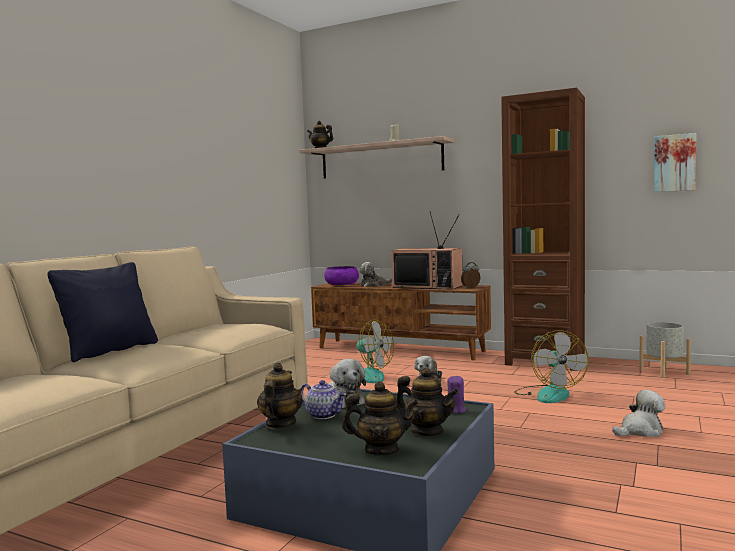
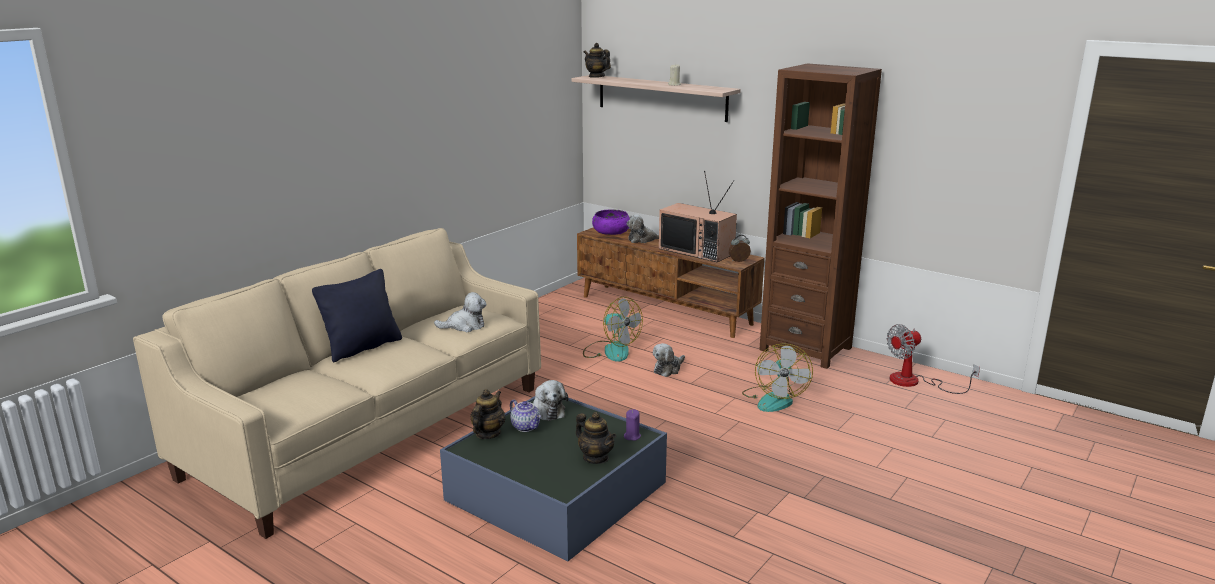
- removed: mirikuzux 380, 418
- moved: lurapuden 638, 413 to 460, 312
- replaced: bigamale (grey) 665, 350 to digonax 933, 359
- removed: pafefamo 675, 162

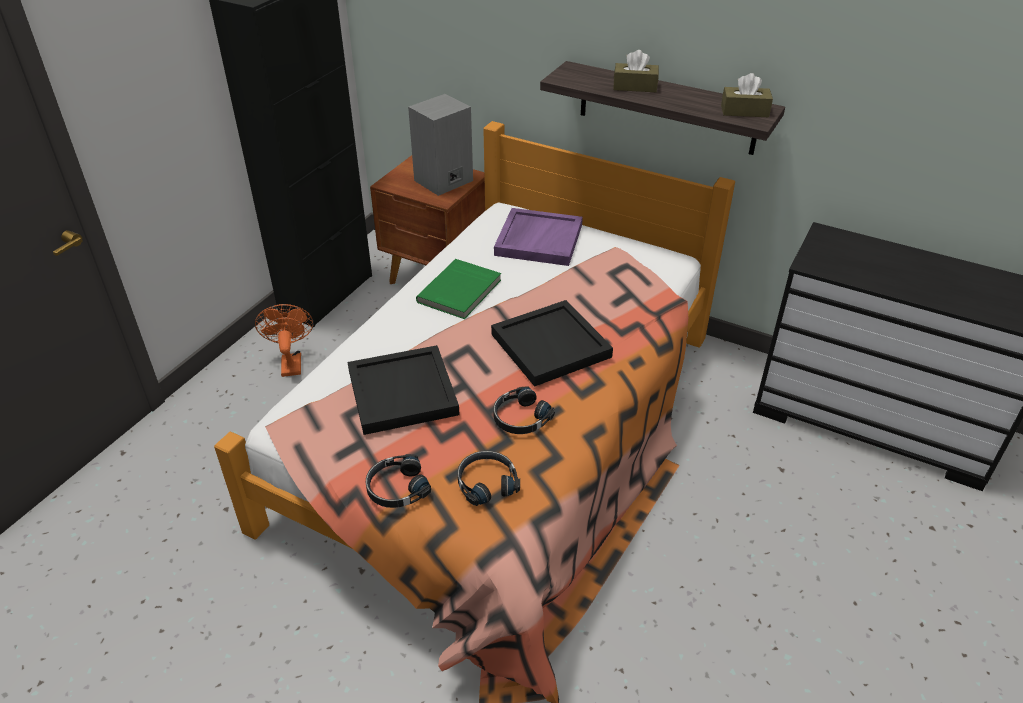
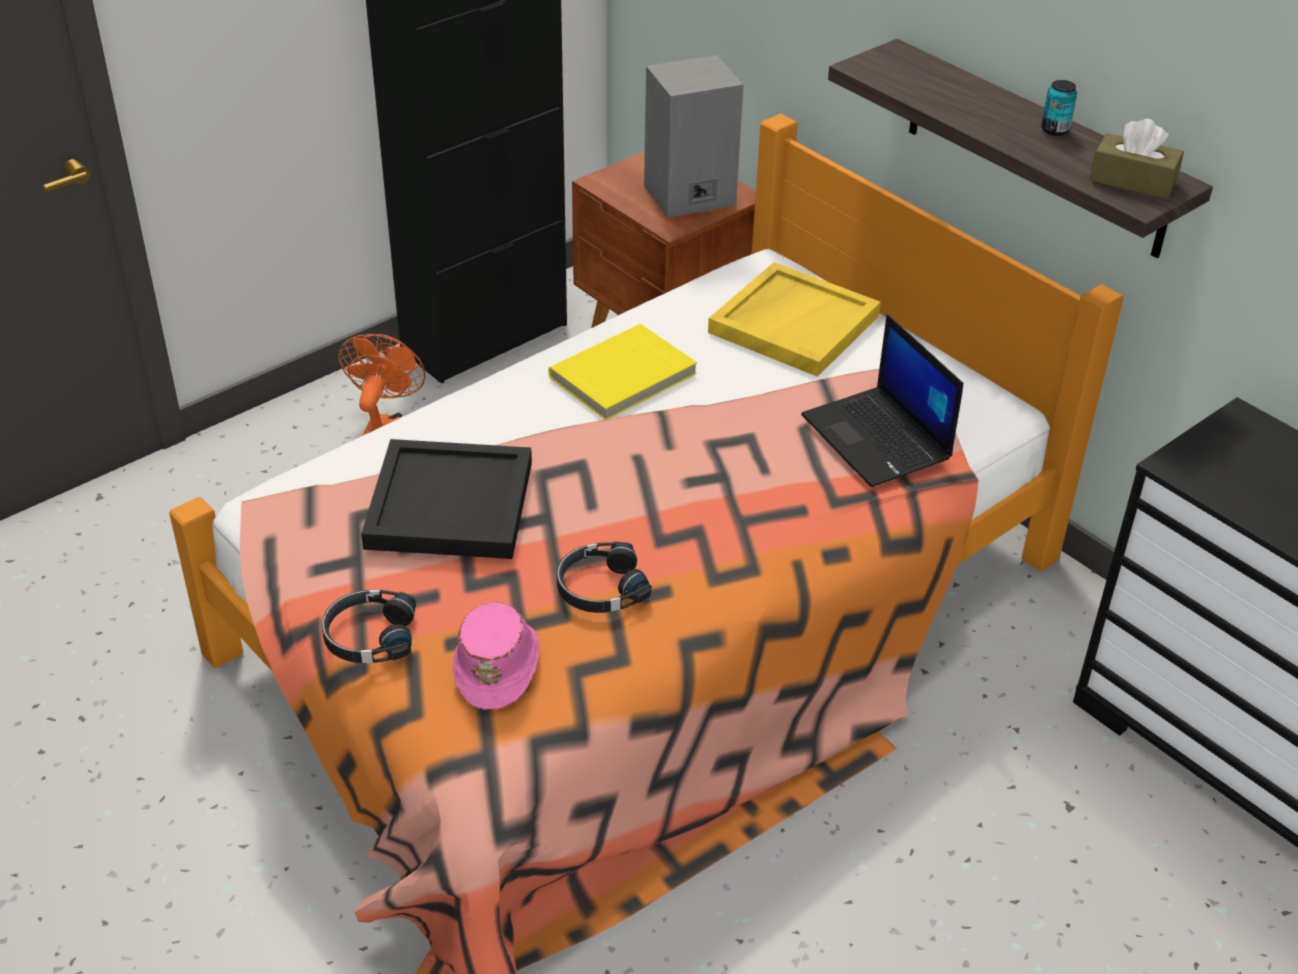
- recoloured: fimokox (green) 458, 289 to fimokox (yellow) 622, 372
- replaced: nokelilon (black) 488, 478 to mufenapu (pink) 496, 656
- removed: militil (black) 552, 343
- recoloured: militil (purple) 538, 237 to militil (yellow) 794, 319
- removed: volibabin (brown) 636, 71
- added: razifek 882, 400
- added: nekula 1059, 108

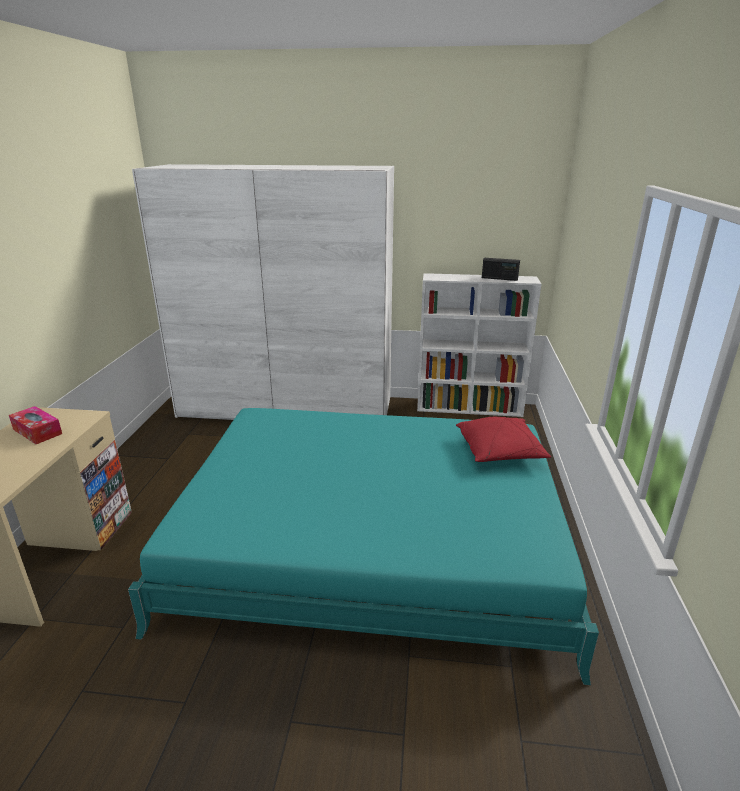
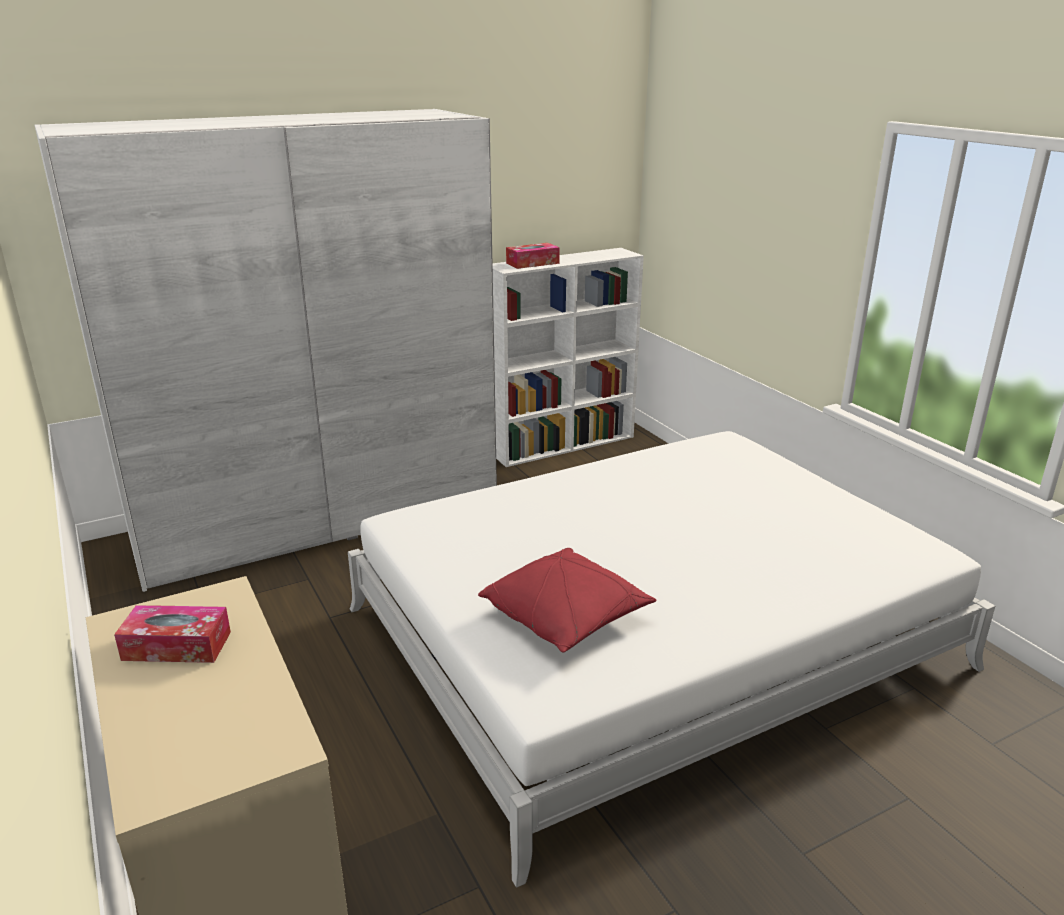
- recoloured: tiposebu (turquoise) 363, 546 to tiposebu (white) 671, 659
- moved: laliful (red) 503, 439 to 567, 600
- removed: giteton 501, 269
- added: volibabin 533, 256

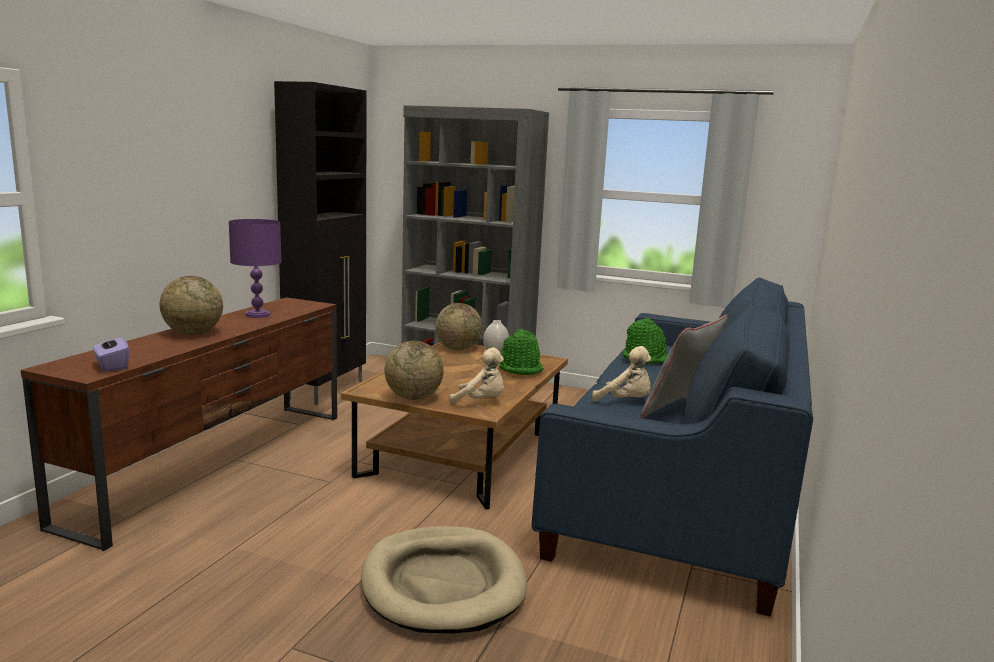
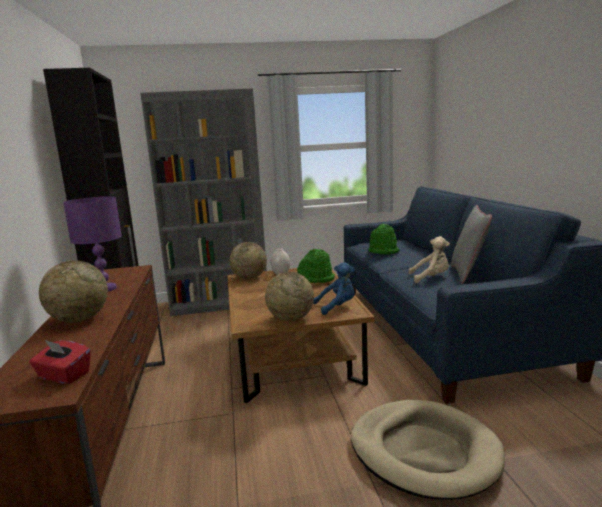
- recoloured: volibabin (purple) 110, 352 to volibabin (red) 60, 362
- recoloured: lurapuden (beige) 476, 376 to lurapuden (blue) 334, 288

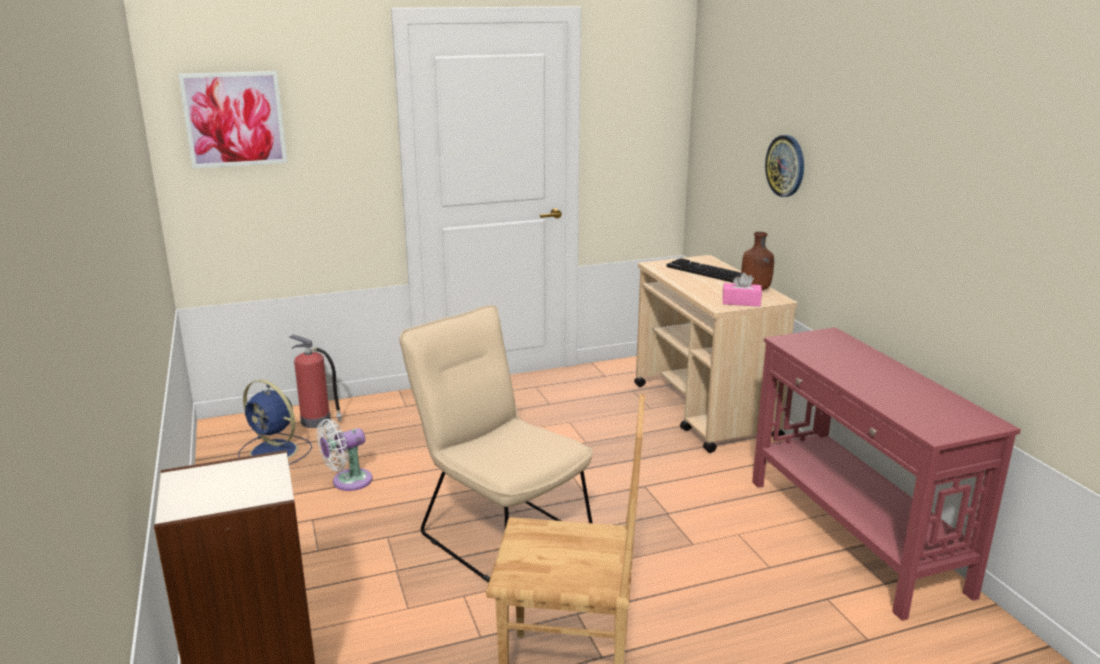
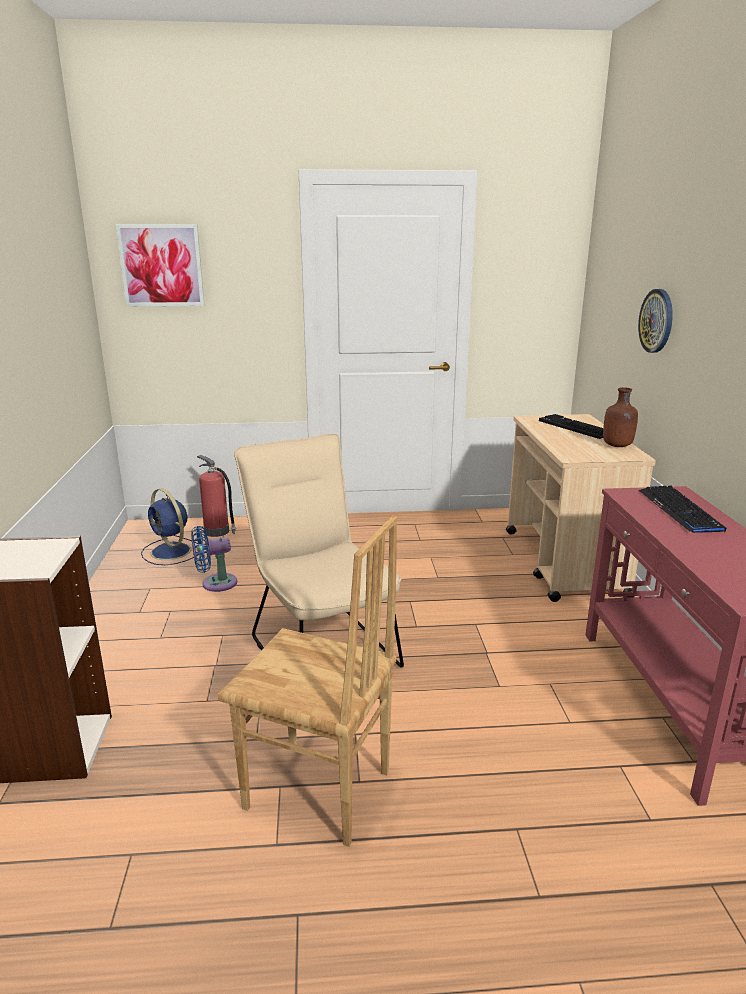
- recoloured: digonax (white) 344, 455 to digonax (blue) 214, 559
- removed: volibabin (pink) 742, 289
- added: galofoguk 682, 509

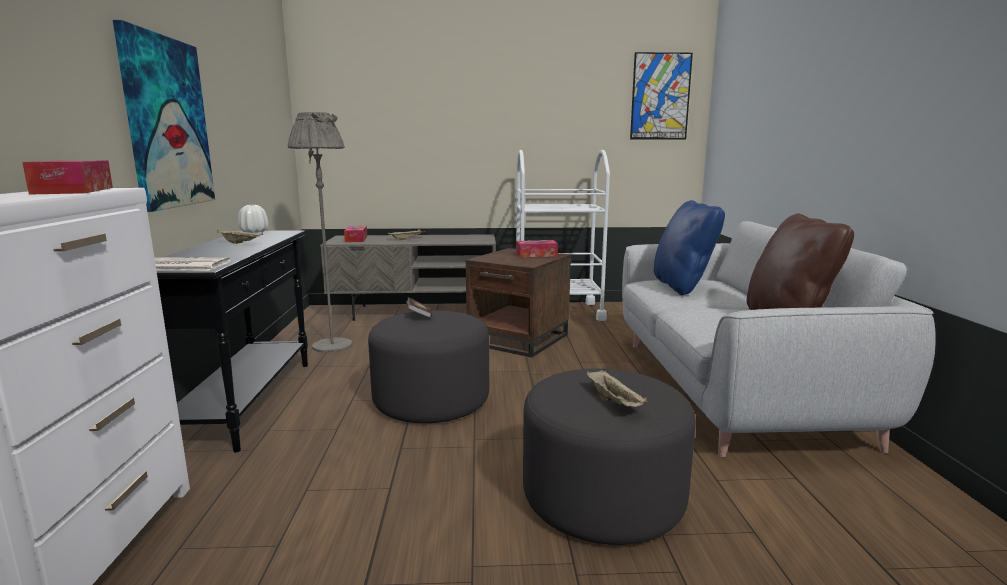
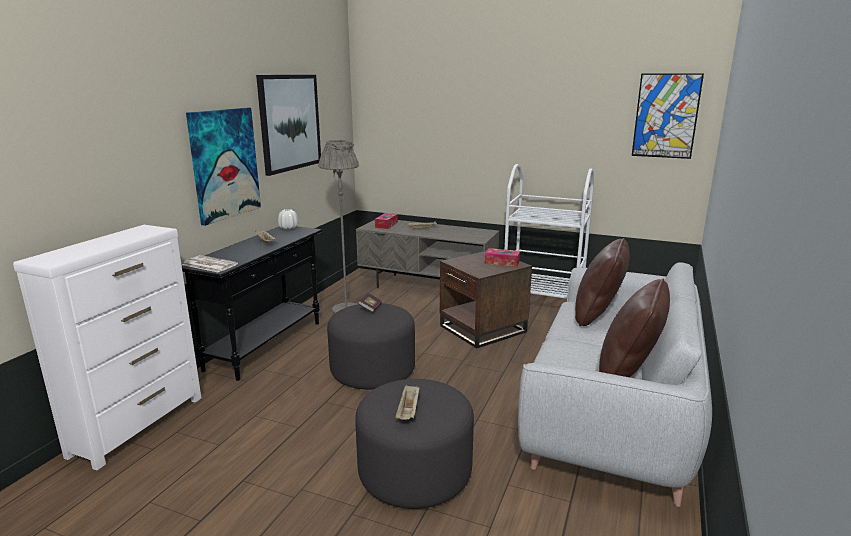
- removed: volibabin 67, 177
- recoloured: laliful (blue) 689, 247 to laliful (brown) 602, 282
- added: pafefamo 288, 125

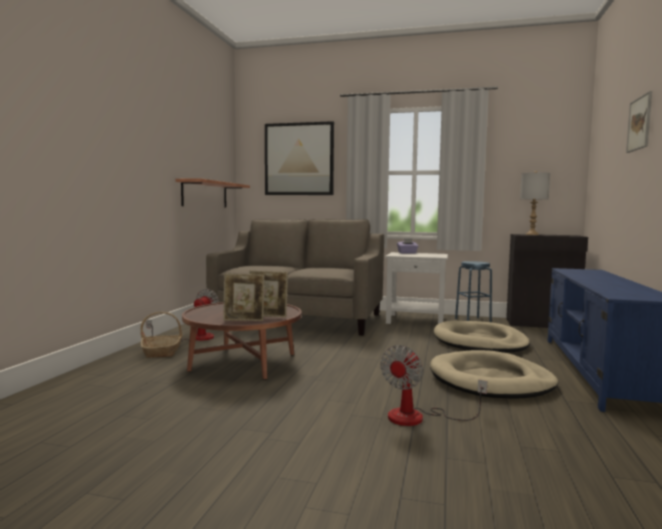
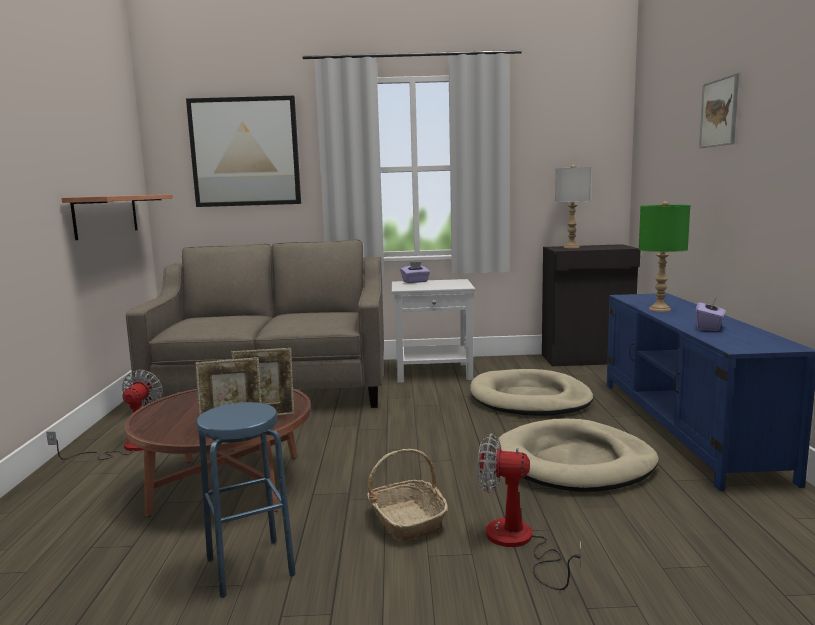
- moved: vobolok 161, 335 to 407, 495
- turned: digonax 433, 385 = 529, 511 90 degrees clockwise
- moved: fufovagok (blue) 473, 292 to 245, 500
- added: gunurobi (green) 664, 256
- added: volibabin (purple) 711, 313

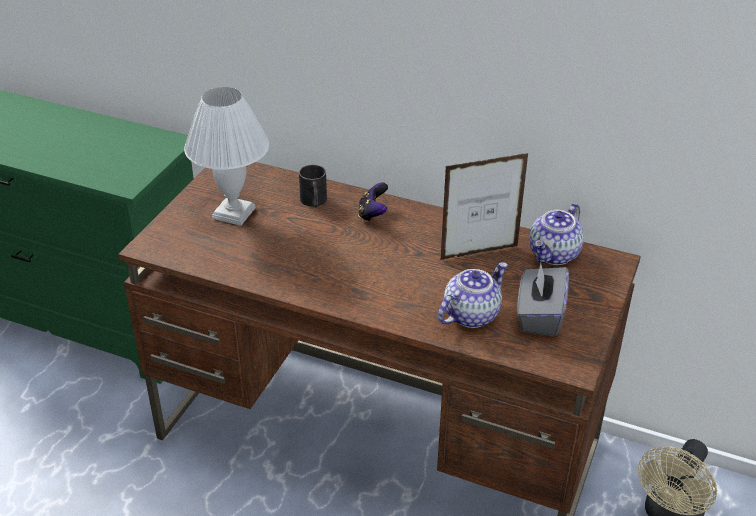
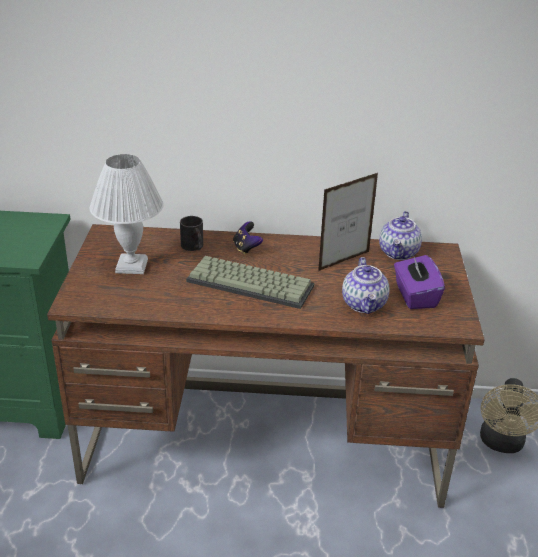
- turned: mirikuzux 473, 295 = 365, 285 150 degrees clockwise
- recoloured: volibabin (grey) 543, 299 to volibabin (purple) 419, 282
- added: galofoguk 250, 282

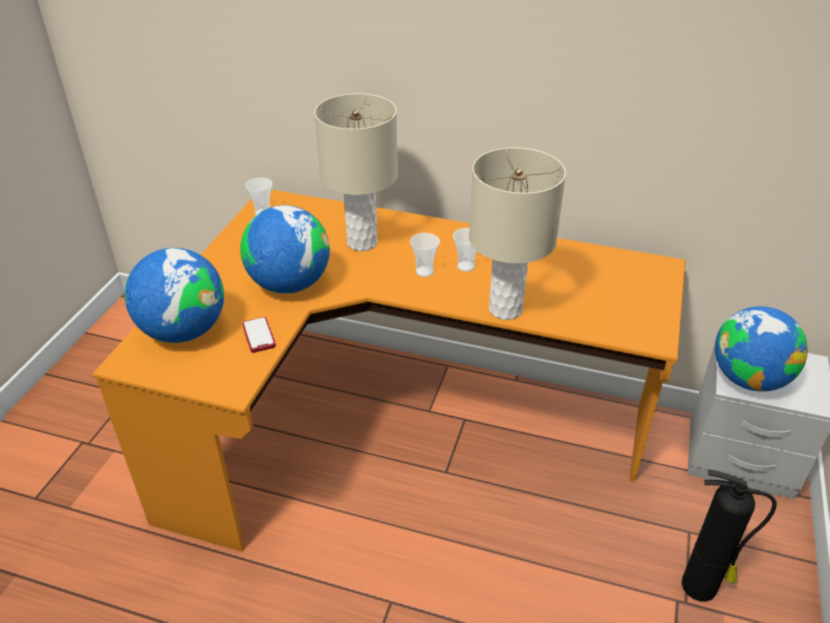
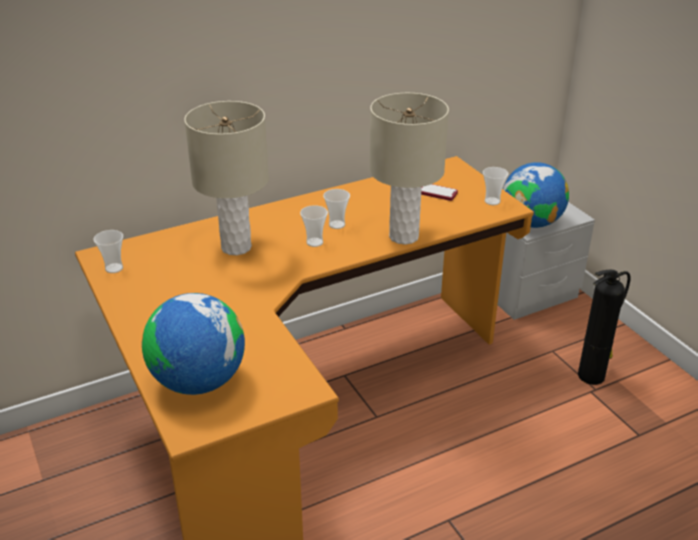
- removed: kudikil 285, 249
- moved: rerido 259, 335 to 439, 192
- added: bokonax 496, 186

